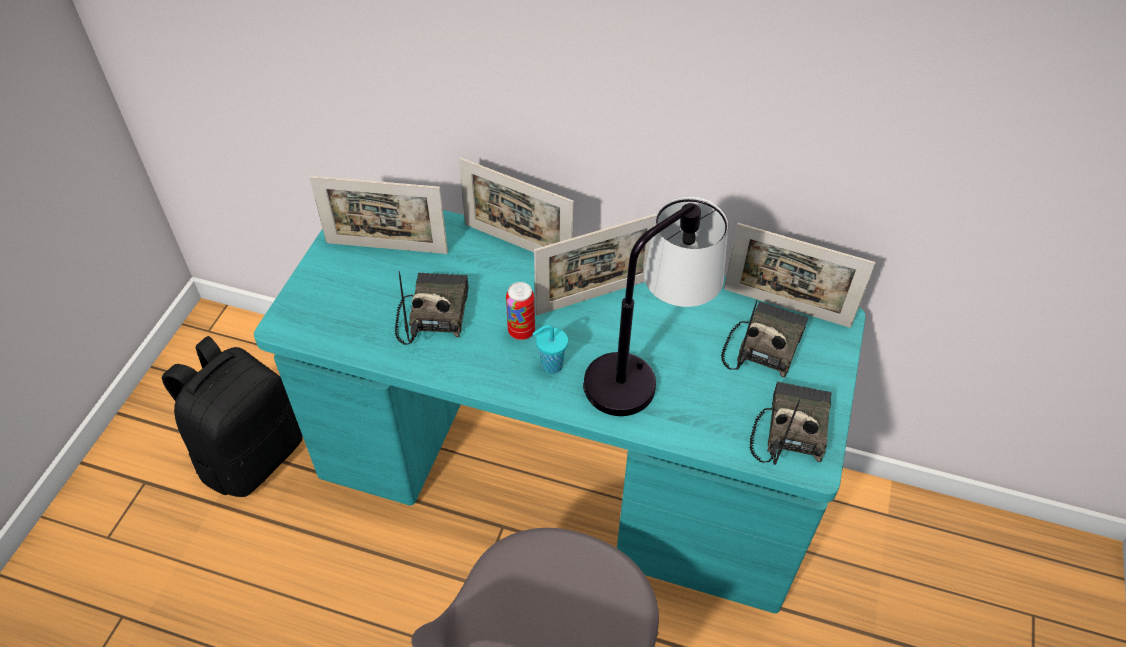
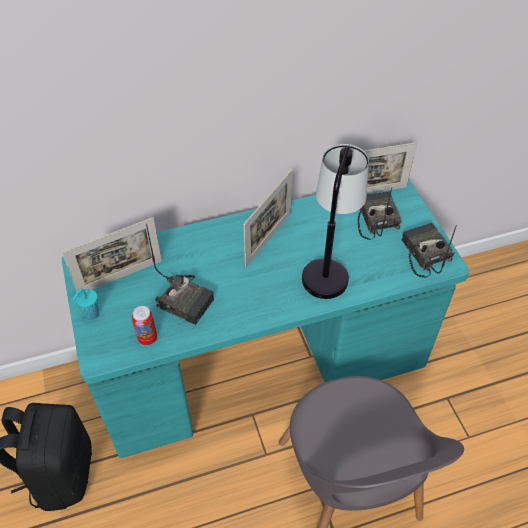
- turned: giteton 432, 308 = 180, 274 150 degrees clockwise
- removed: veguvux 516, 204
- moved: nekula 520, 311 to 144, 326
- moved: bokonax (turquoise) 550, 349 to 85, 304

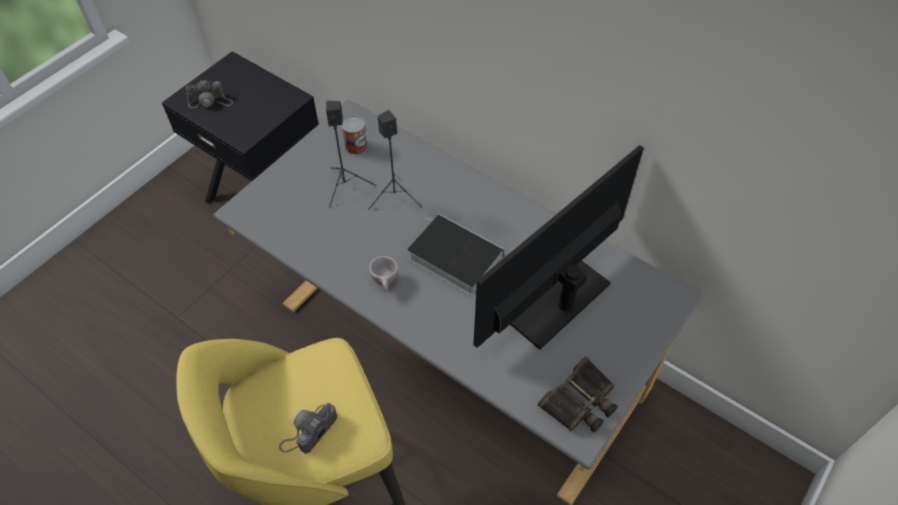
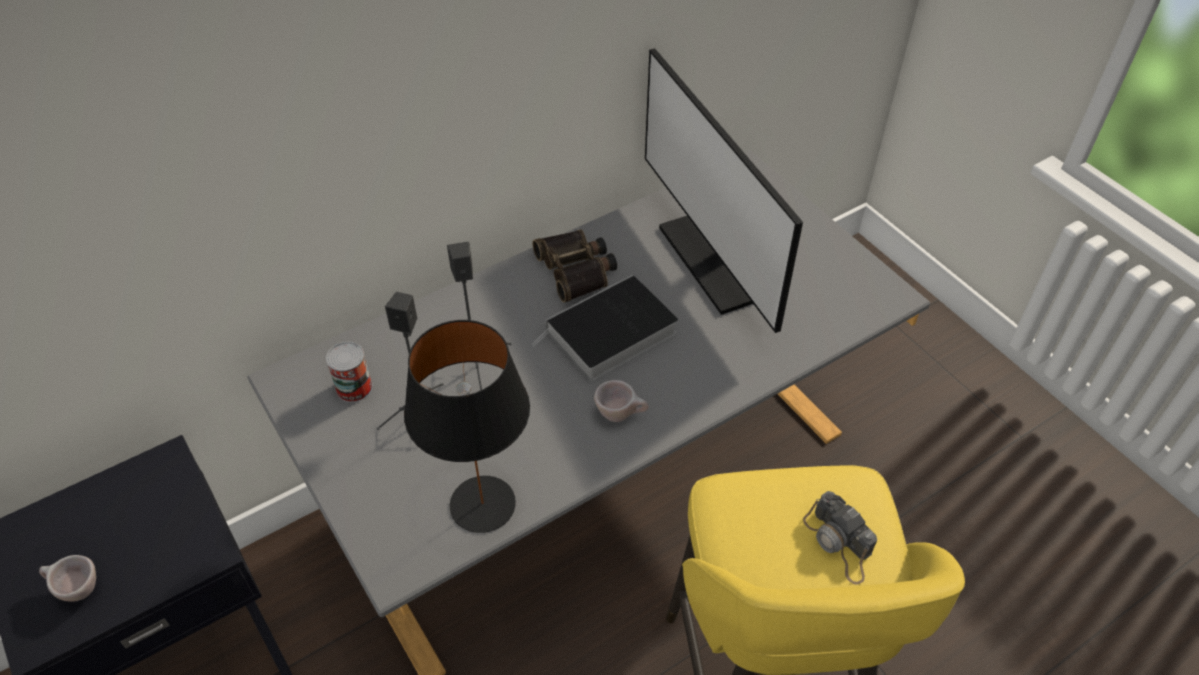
- replaced: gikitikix 209, 94 to bokonax (beige) 67, 578
- moved: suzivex 577, 394 to 575, 266
- added: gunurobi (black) 467, 426

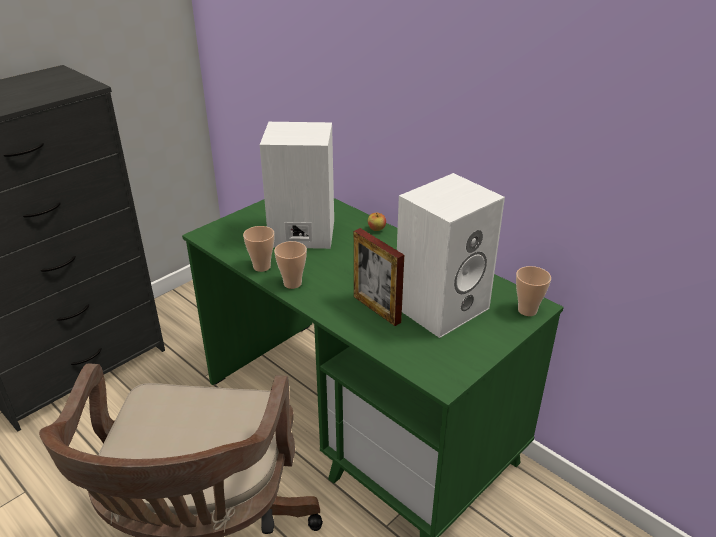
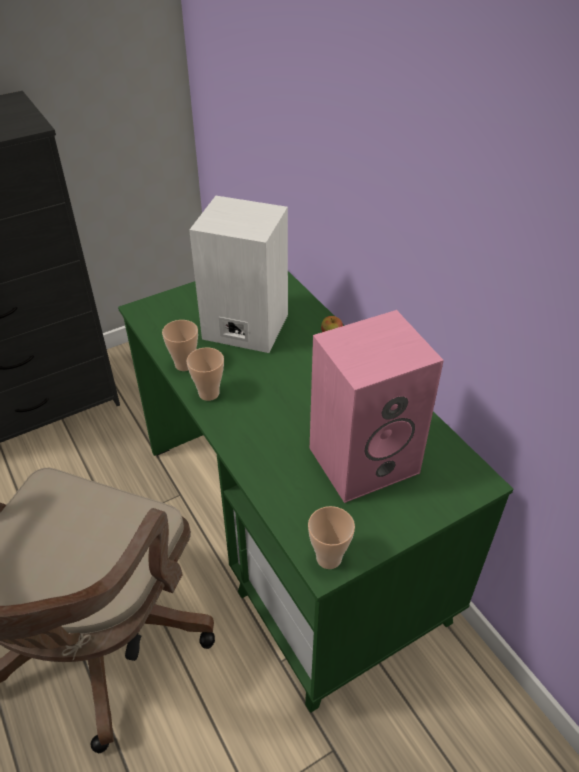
- removed: veguvux 379, 277
- recoloured: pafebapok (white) 451, 255 to pafebapok (pink) 377, 406
- moved: bokonax 533, 291 to 331, 537

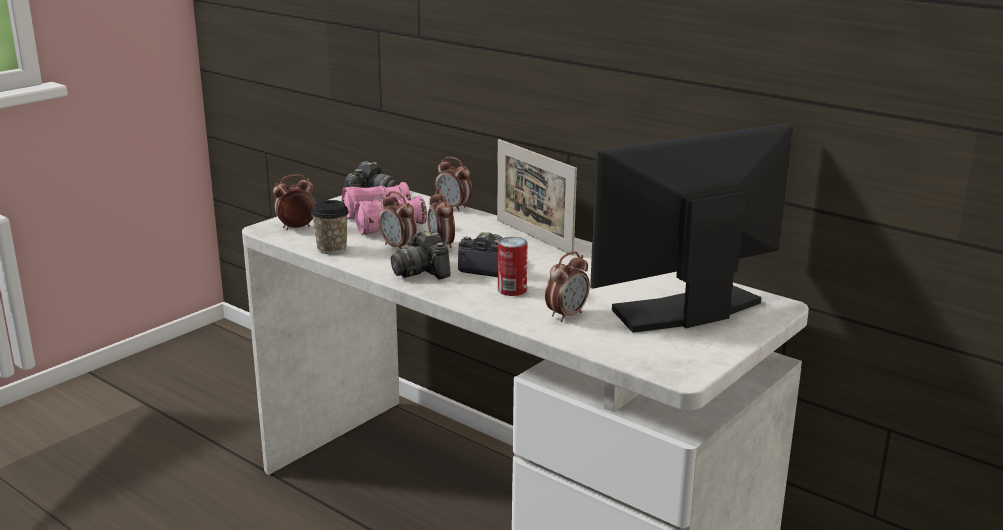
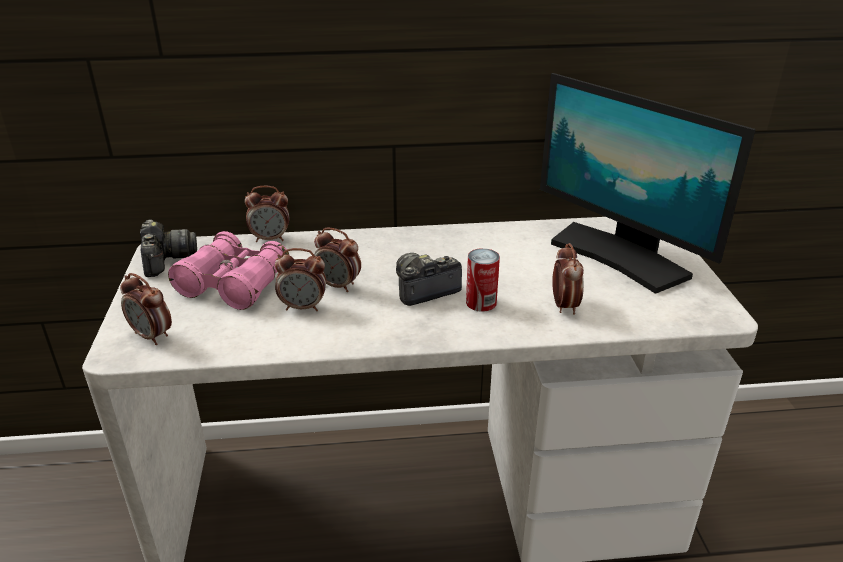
- turned: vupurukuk 294, 202 = 146, 309 75 degrees counterclockwise
- removed: bokonax 330, 227
- removed: gikitikix 421, 255
- removed: veguvux 537, 197
- turned: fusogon 691, 228 = 648, 183 60 degrees counterclockwise

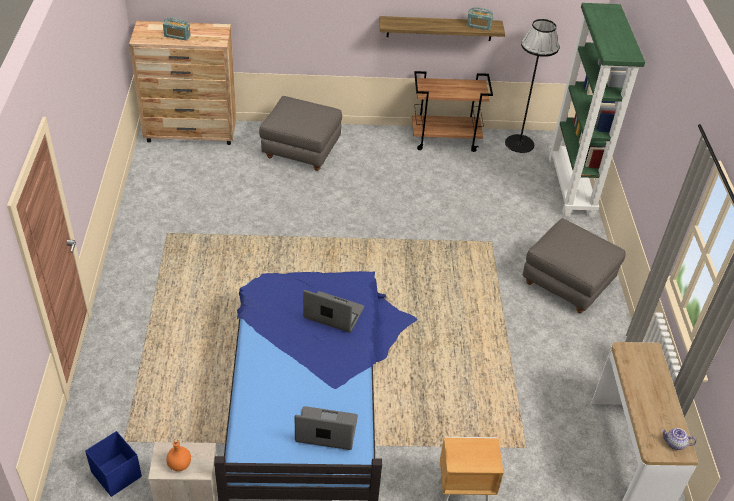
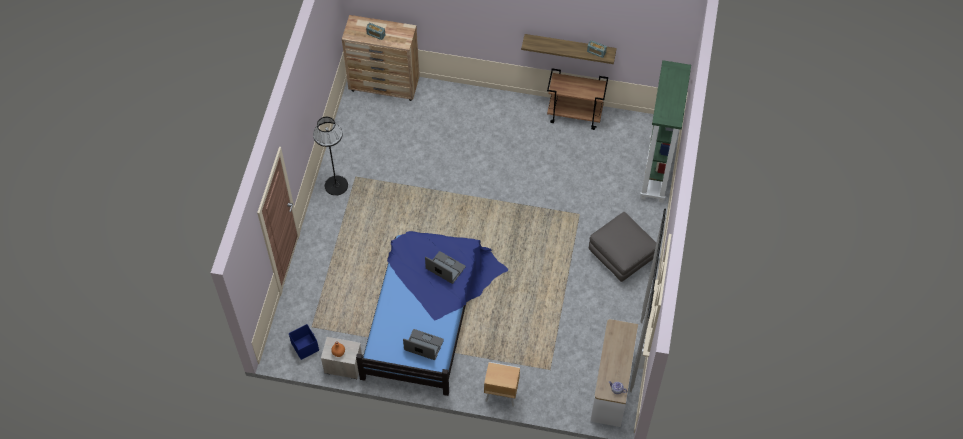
- removed: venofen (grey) 300, 133
- moved: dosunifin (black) 532, 86 to 330, 156

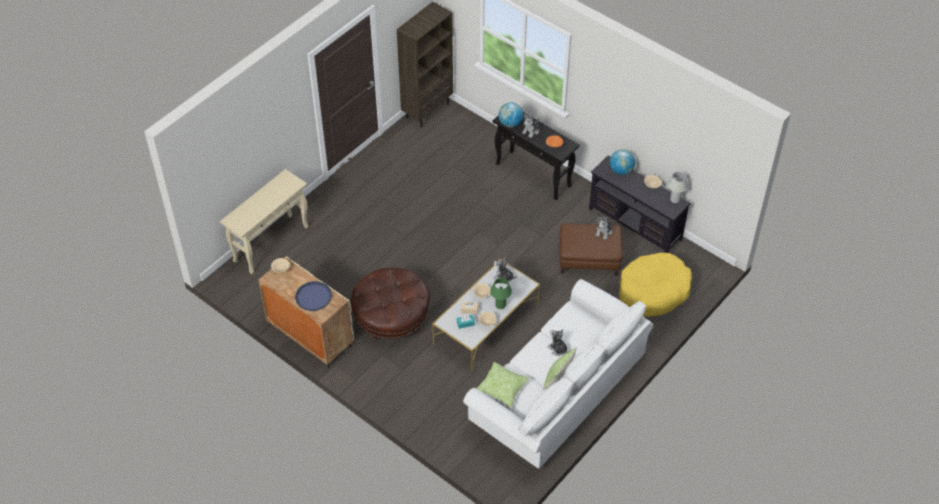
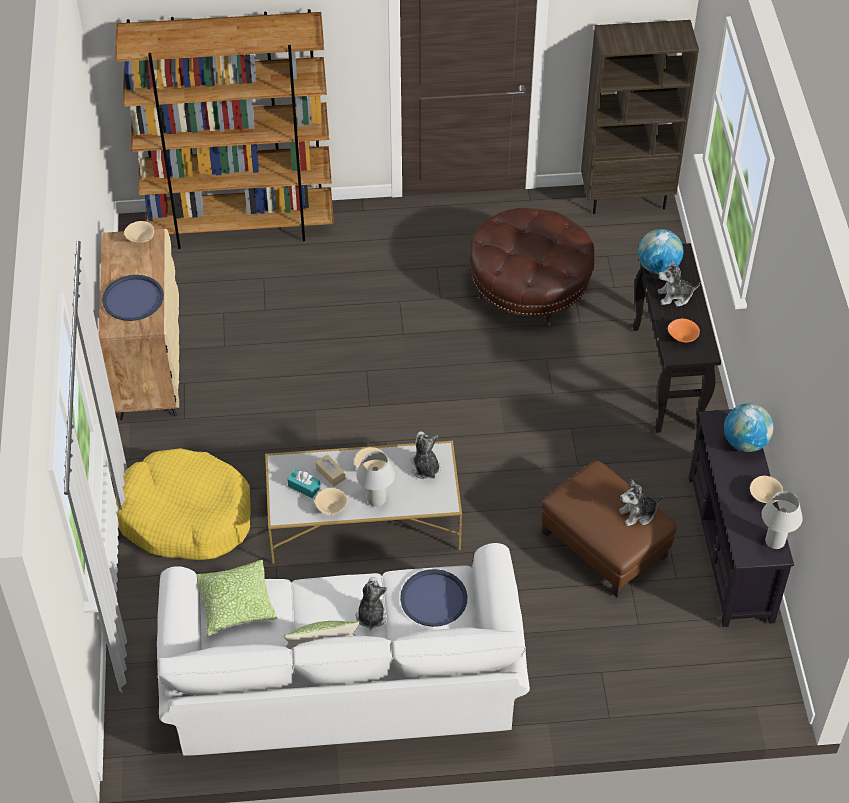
- replaced: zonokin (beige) 264, 221 to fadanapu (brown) 224, 129
- moved: venofen (brown) 390, 305 to 532, 267
- recoloured: gunurobi (green) 501, 293 to gunurobi (white) 375, 479
- moved: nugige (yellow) 655, 285 to 183, 504
- added: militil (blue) 433, 598

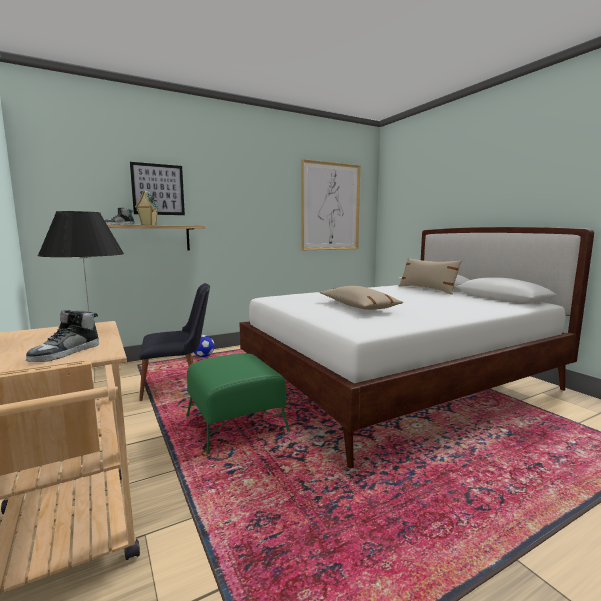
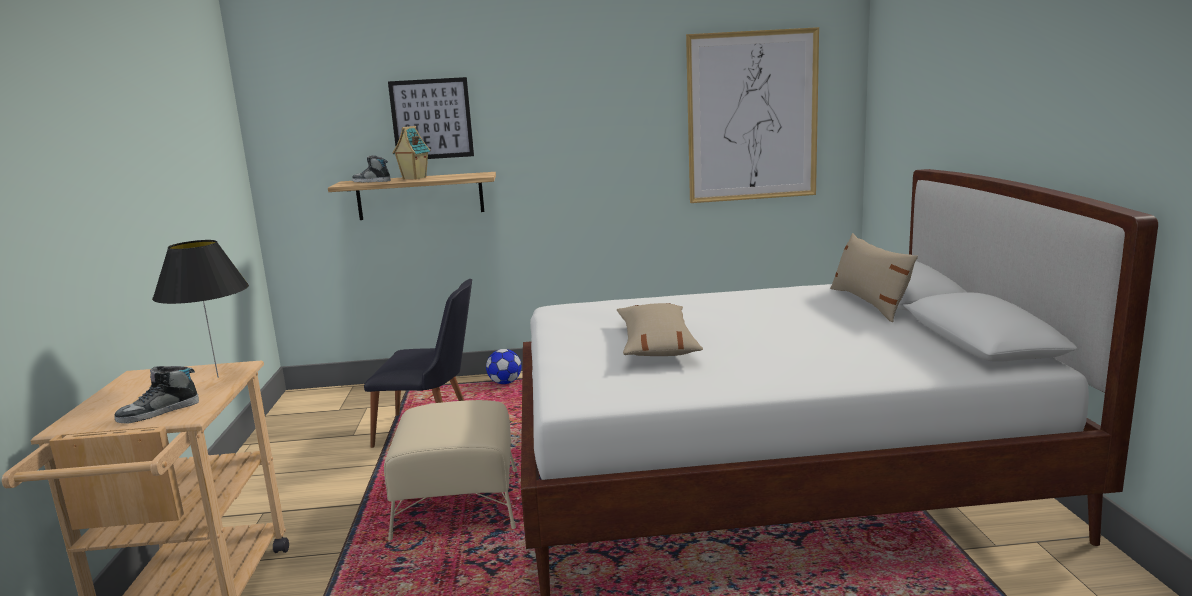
- recoloured: venofen (green) 238, 404 to venofen (beige) 450, 470

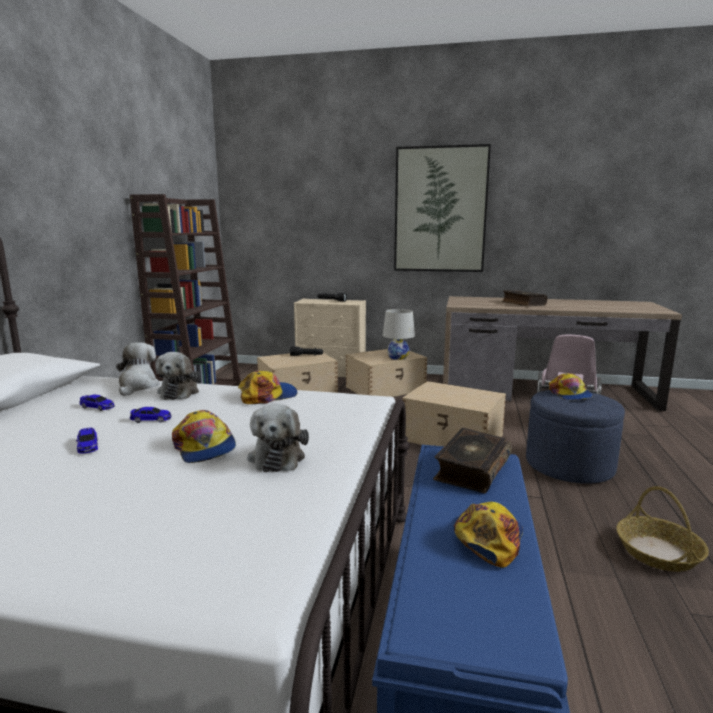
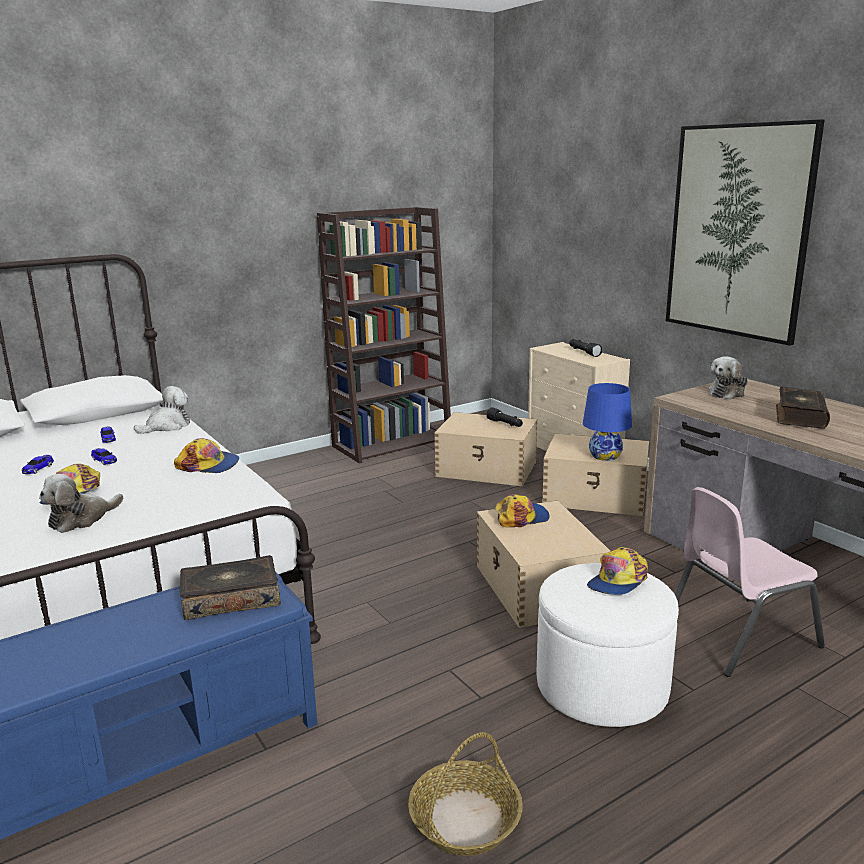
- moved: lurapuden 178, 376 to 728, 378
- recoloured: gunurobi (white) 399, 334 to gunurobi (blue) 607, 422
- moved: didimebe 488, 534 to 522, 510
- recoloured: venofen (blue) 575, 437 to venofen (white) 608, 645

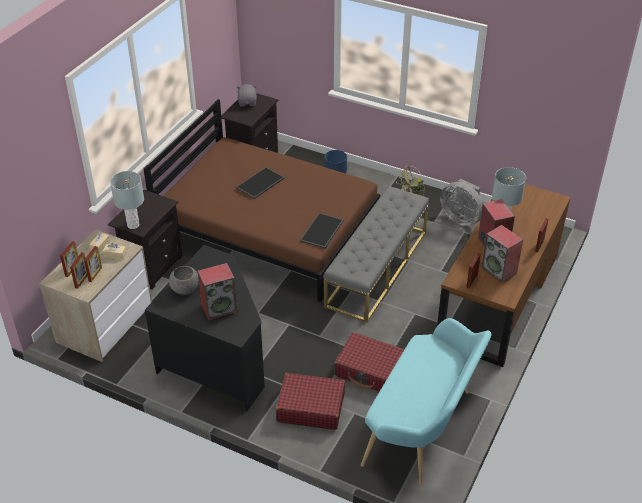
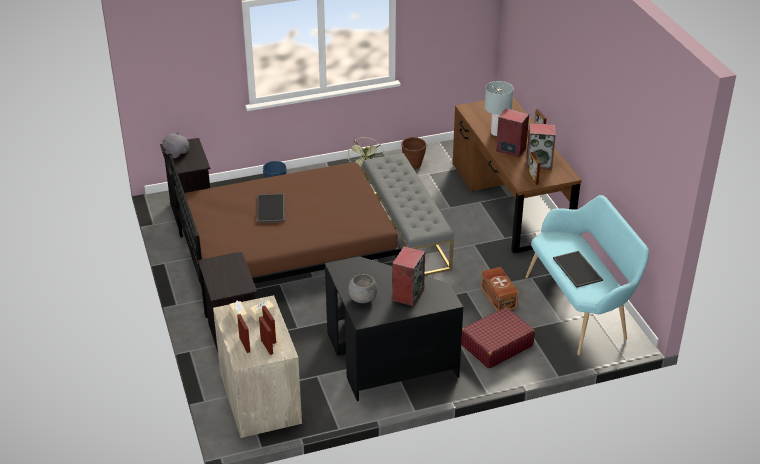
- removed: gunurobi (grey) 127, 200
- moved: militil 322, 231 to 578, 269
- replaced: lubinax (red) 369, 362 to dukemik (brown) 499, 289
- replaced: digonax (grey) 461, 202 to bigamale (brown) 413, 153

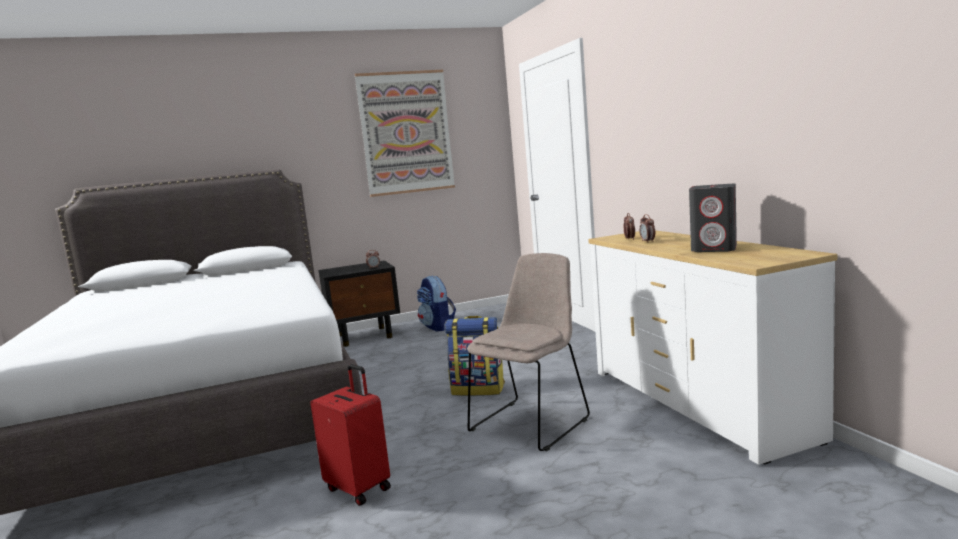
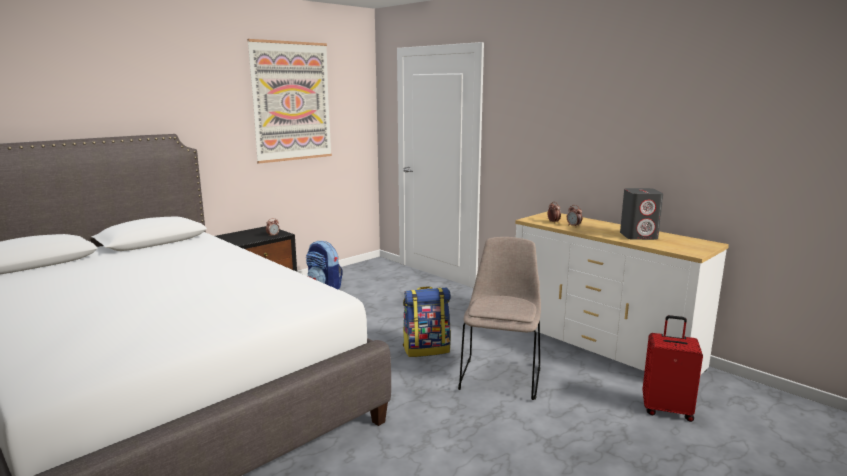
- moved: lubinax (red) 350, 435 to 673, 368

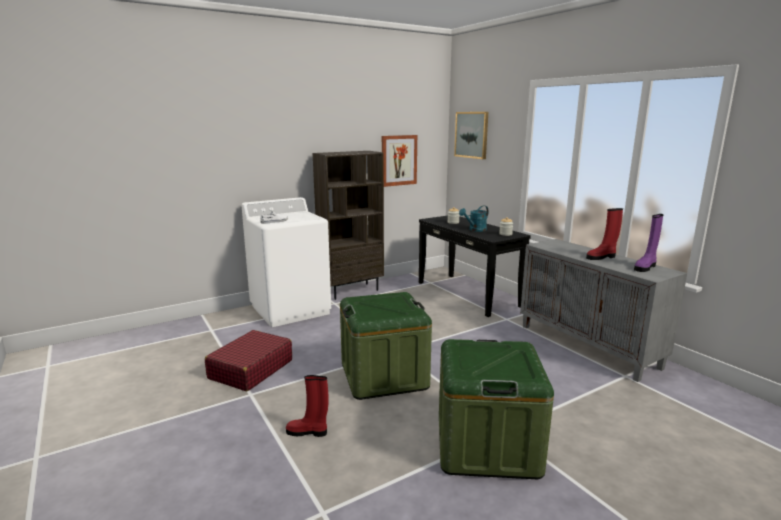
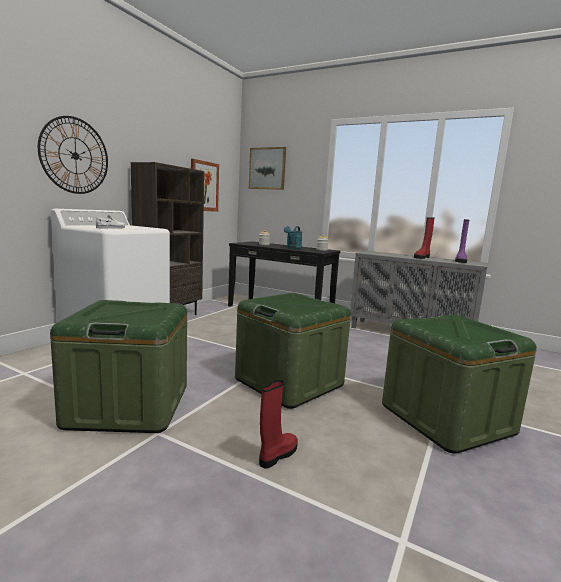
- replaced: lubinax (red) 248, 360 to dukemik (green) 118, 366
- turned: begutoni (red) 307, 406 = 278, 424 150 degrees clockwise
- added: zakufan 73, 155

